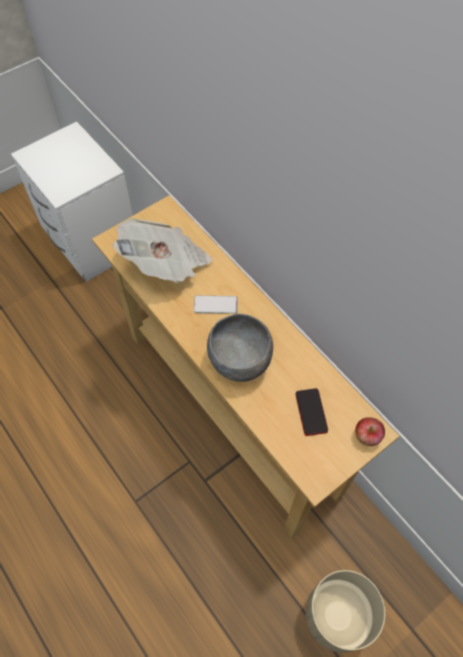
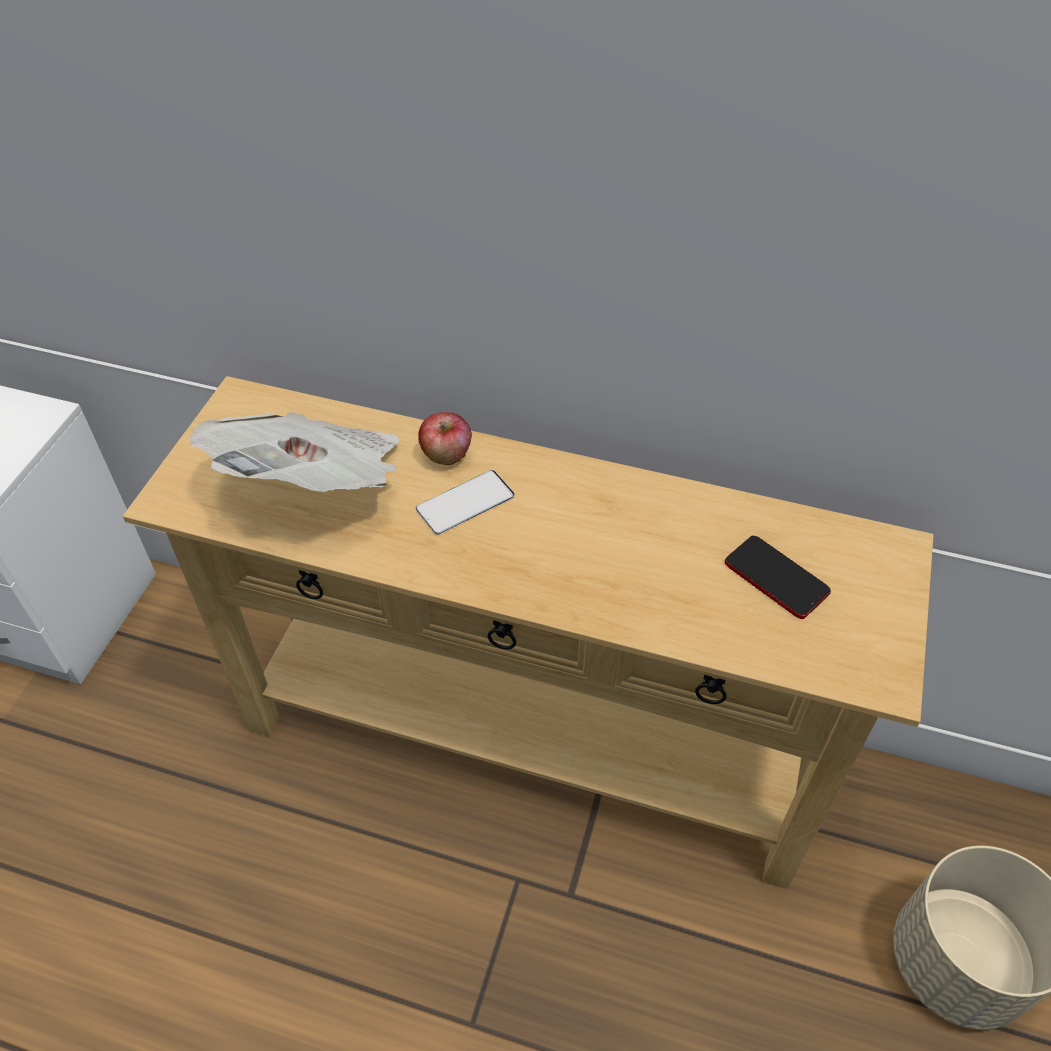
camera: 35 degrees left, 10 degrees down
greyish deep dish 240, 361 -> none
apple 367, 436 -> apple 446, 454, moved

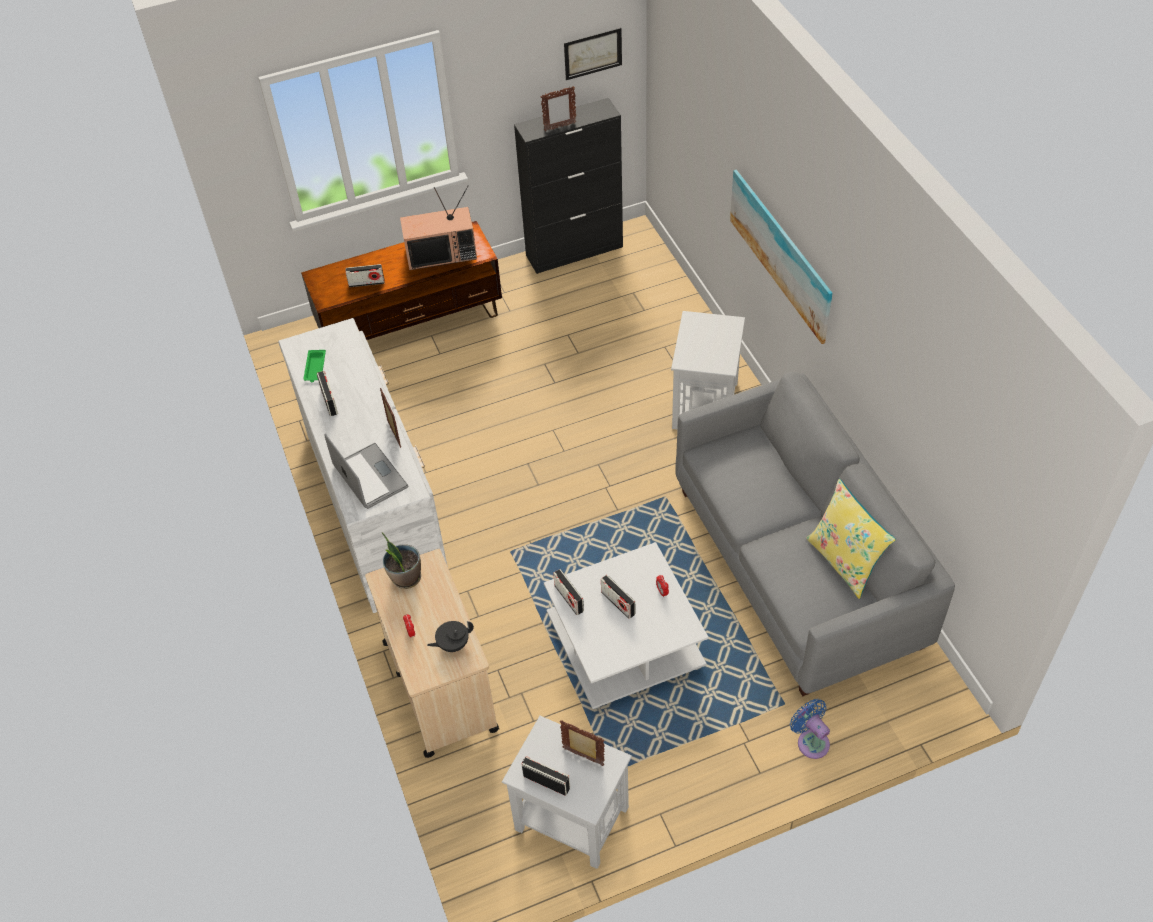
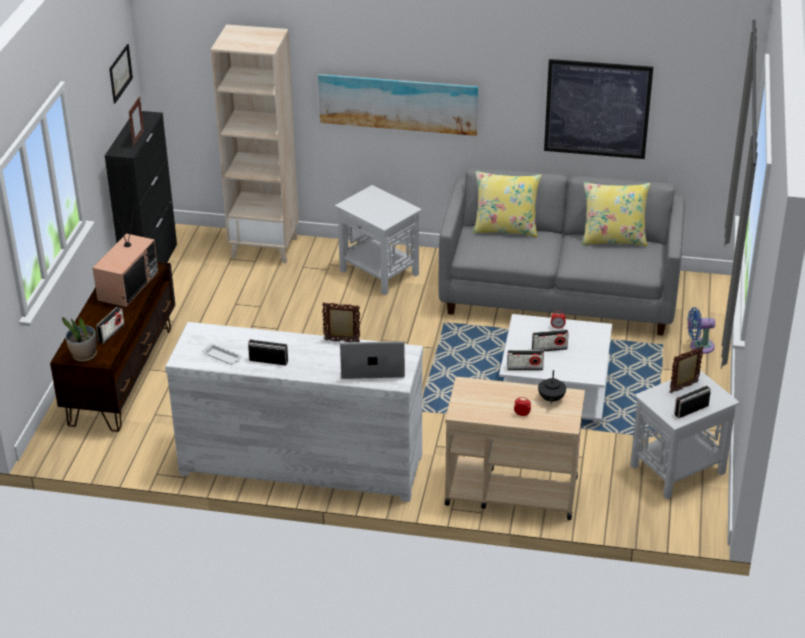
camera: 60 degrees left, 15 degrees down
none -> beige-coloured bookshelf 265, 247
none -> yellow cushion 505, 229
none -> wall picture 597, 109
potted plant 405, 577 -> potted plant 84, 355, moved
green-coloured serving tray 315, 368 -> whitish serving tray 222, 357

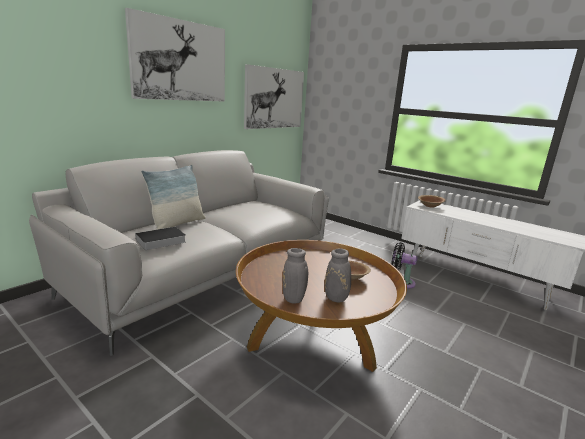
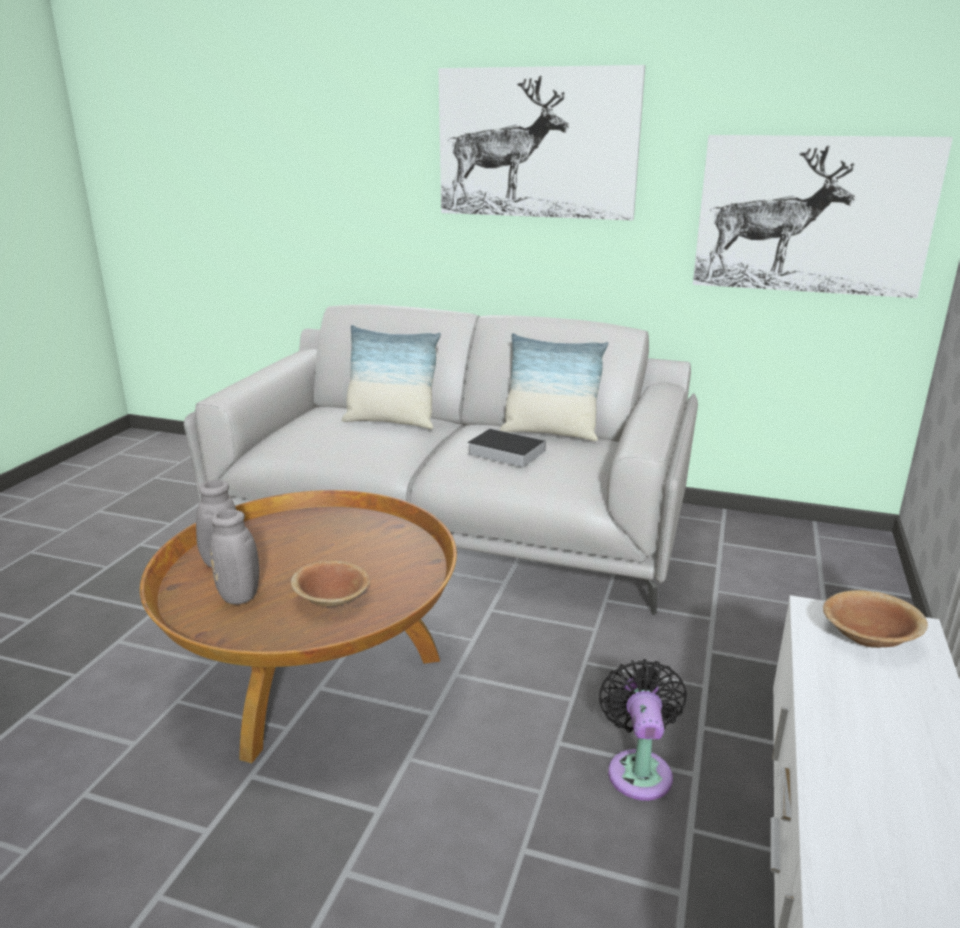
camera: 70 degrees right, 5 degrees up
none -> cushion 550, 433
book 159, 241 -> book 503, 452, moved

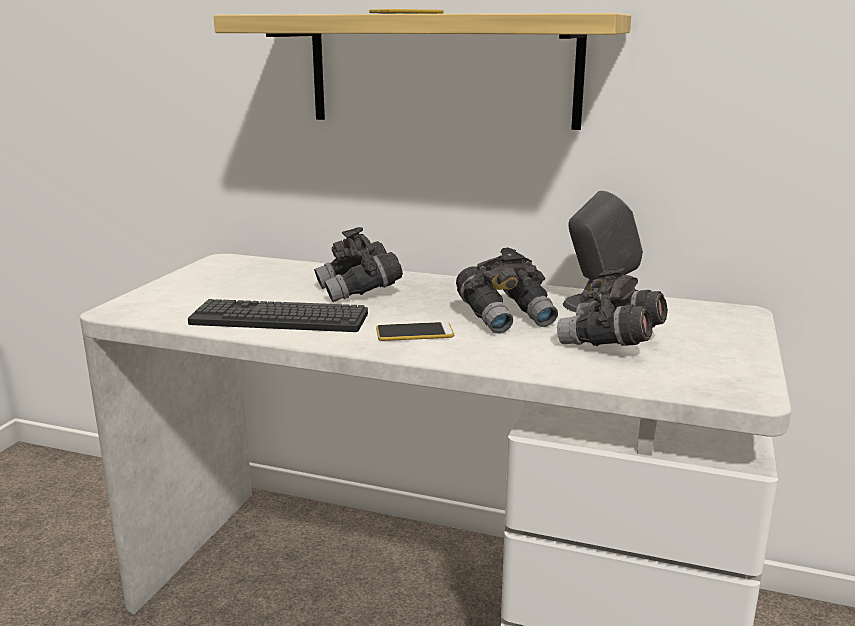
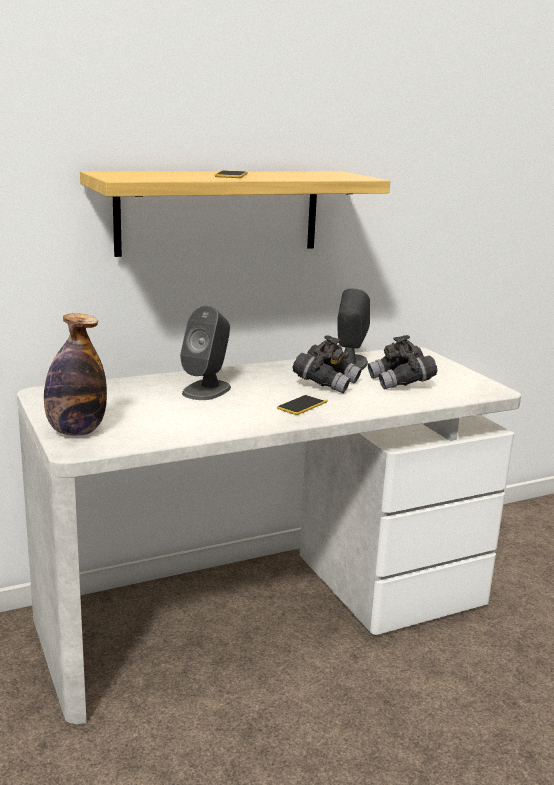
camera: 45 degrees left, 0 degrees up
PC keyboard 279, 318 -> none
none -> beverage bottle 76, 431
greyish field glasses 359, 291 -> greyish audio speaker 207, 390

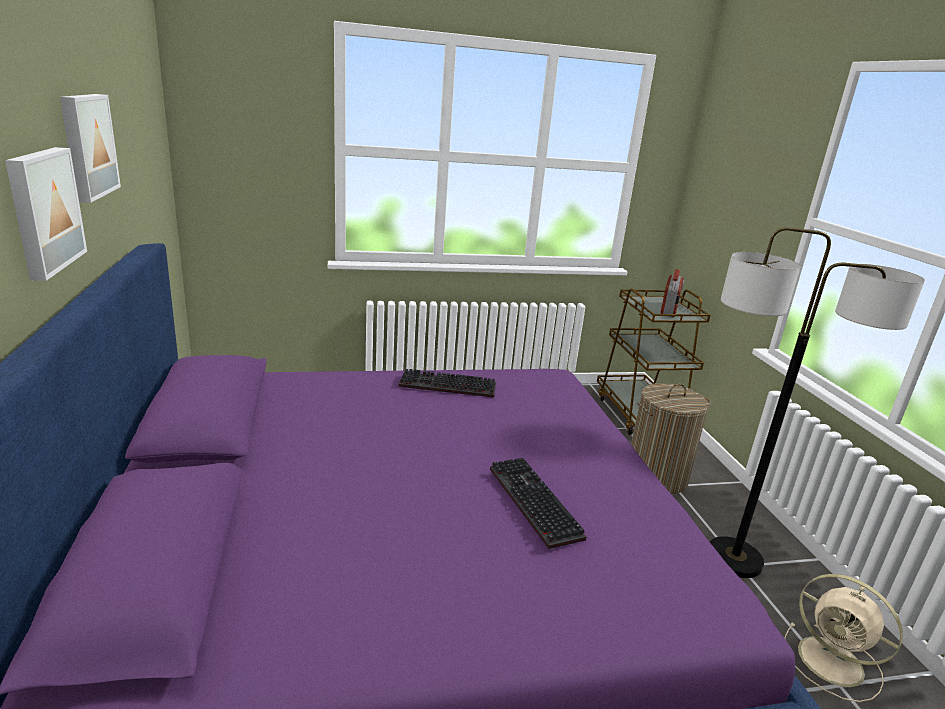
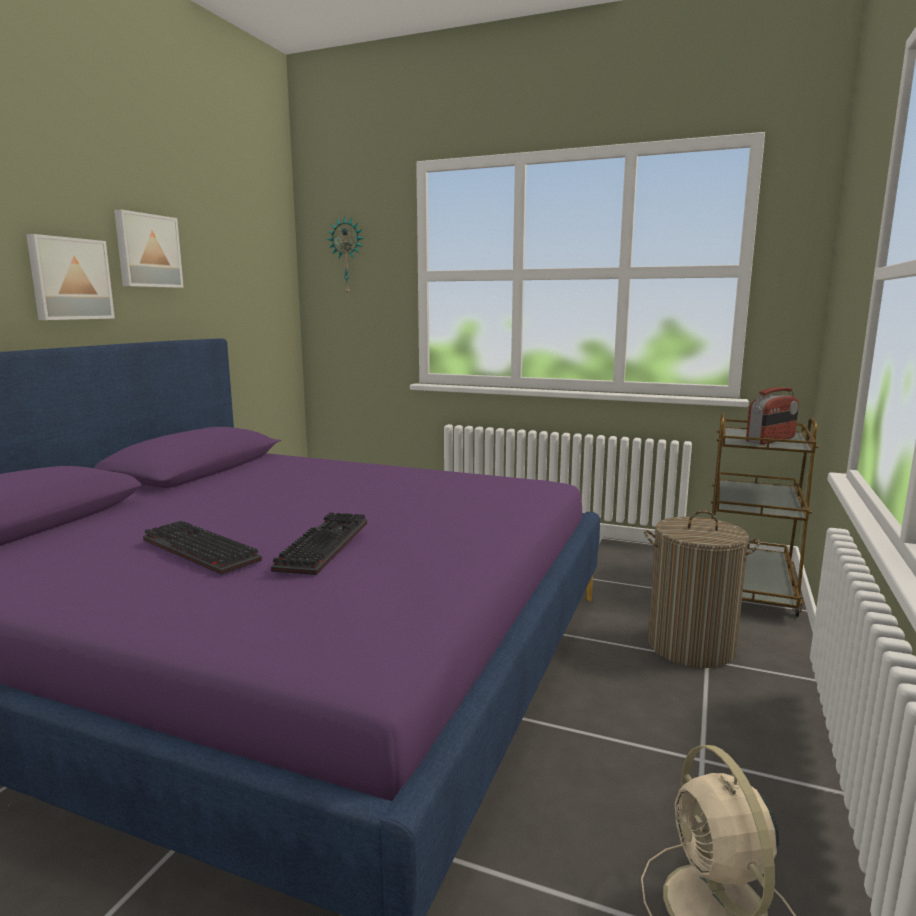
camera: 35 degrees right, 10 degrees down
standard lamp 734, 559 -> none
none -> wall clock 347, 256
PC keyboard 445, 386 -> PC keyboard 196, 550, moved

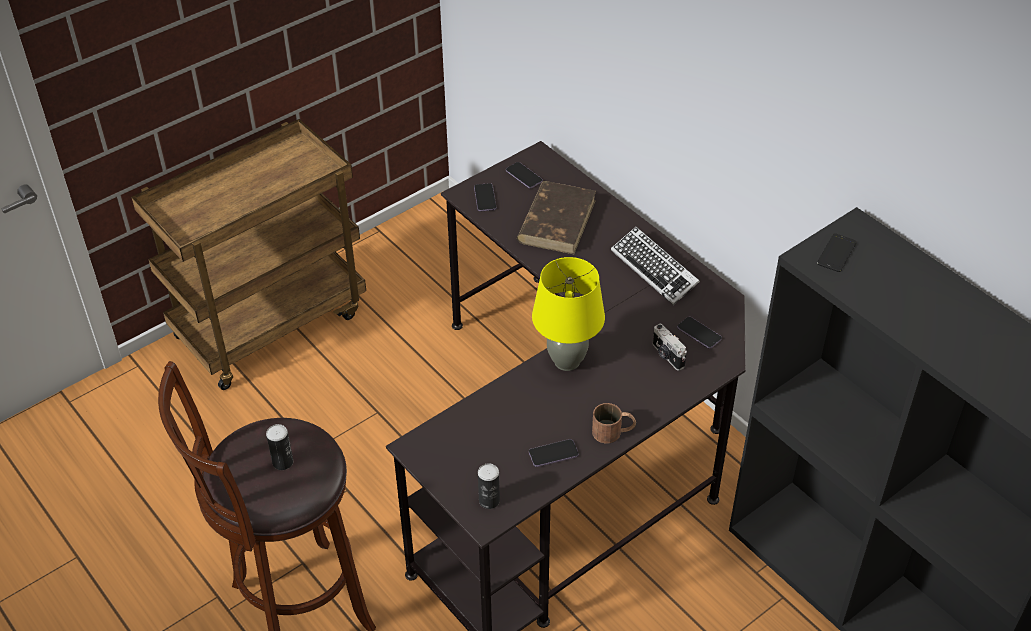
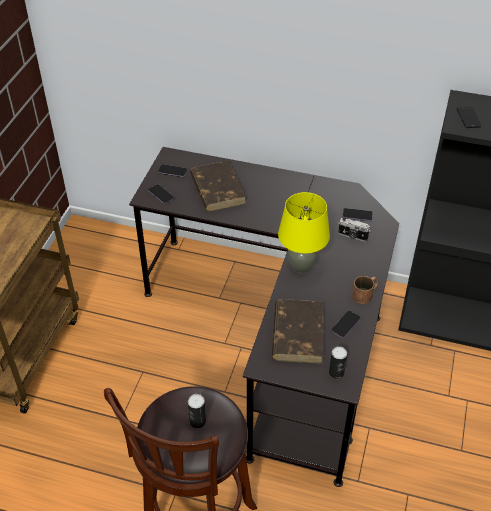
camera: 35 degrees left, 0 degrees up
PC keyboard 654, 270 -> none
none -> brown book 298, 333

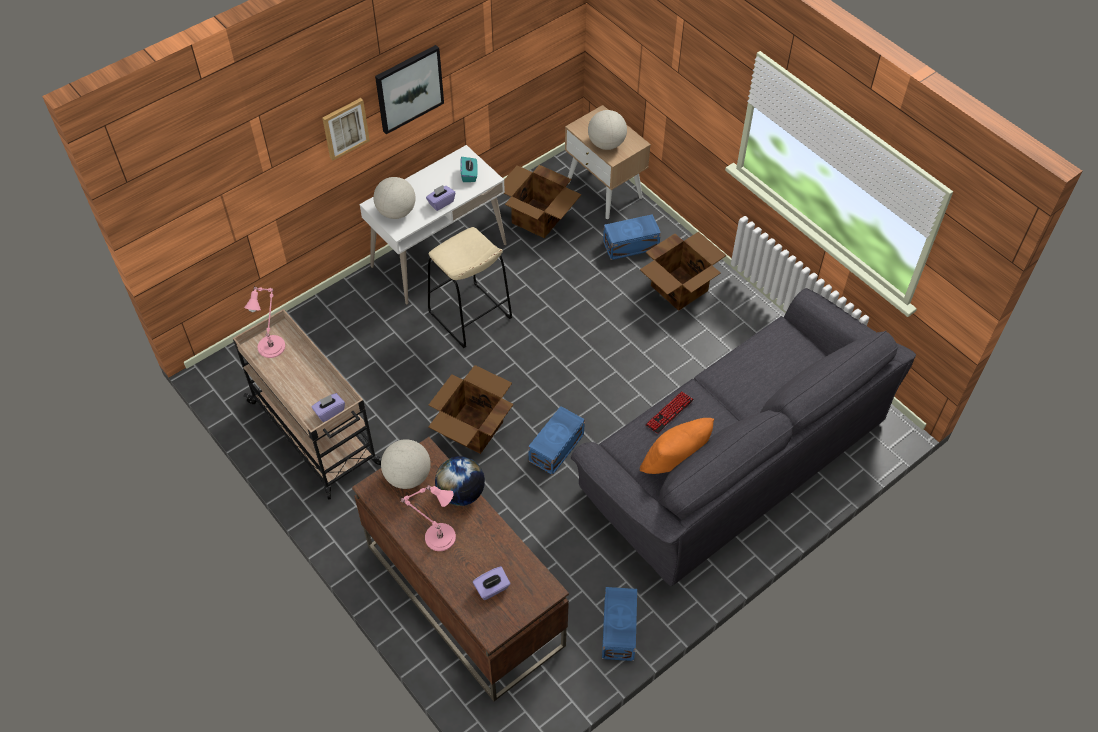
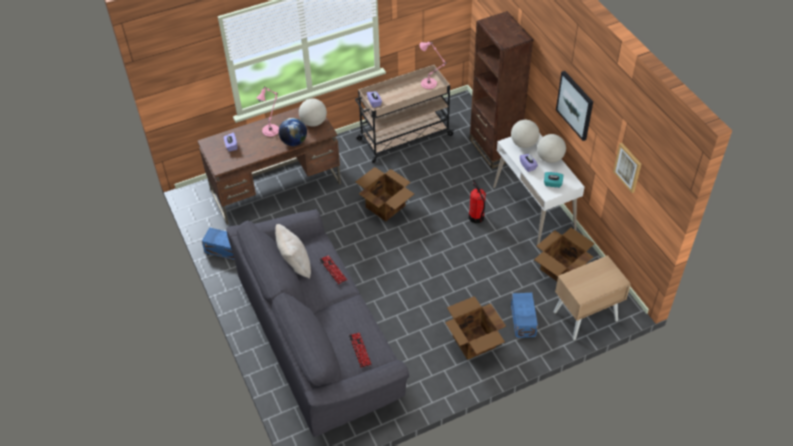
camera: 105 degrees right, 5 degrees down
bluish storage container 557, 447 -> none
none -> PC keyboard 360, 350
none -> brown bookshelf 494, 149
wall picture 345, 128 -> wall picture 628, 167, moved
globe 606, 144 -> globe 550, 158, moved
beige-coloured stool 470, 315 -> fire extinguisher 476, 217
orange-coloured cushion 674, 463 -> beige-coloured cushion 295, 264

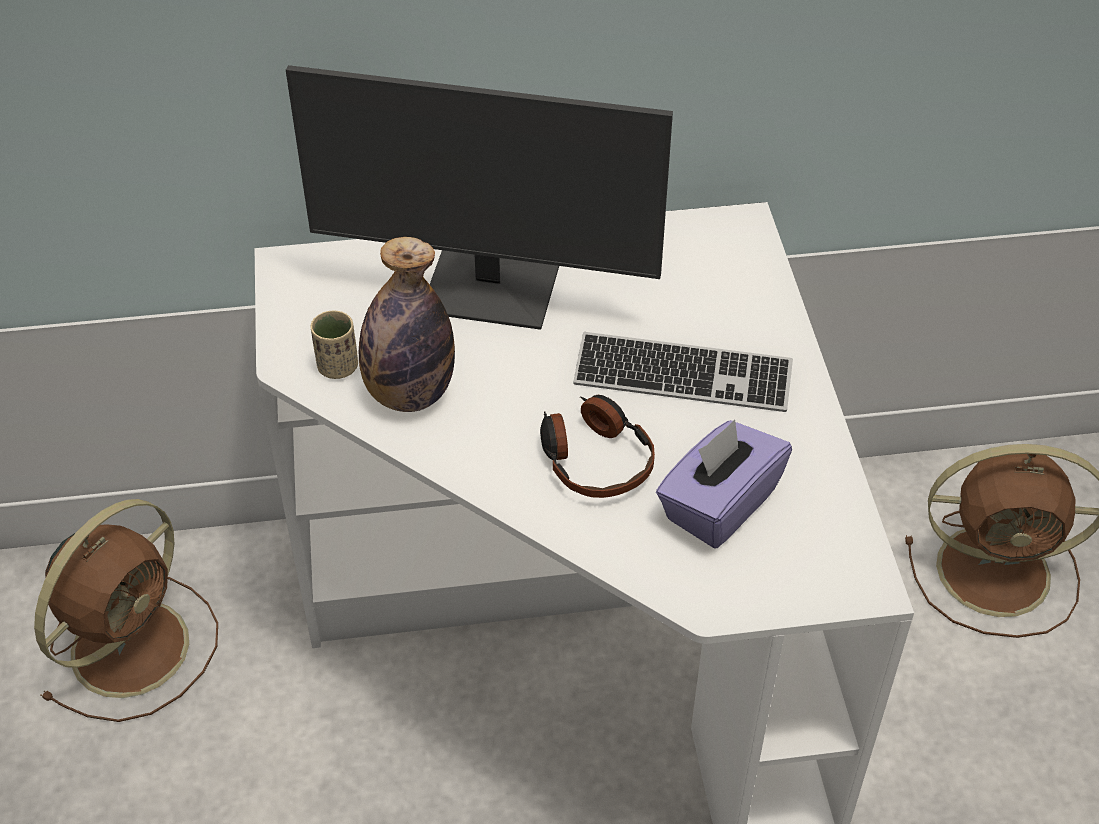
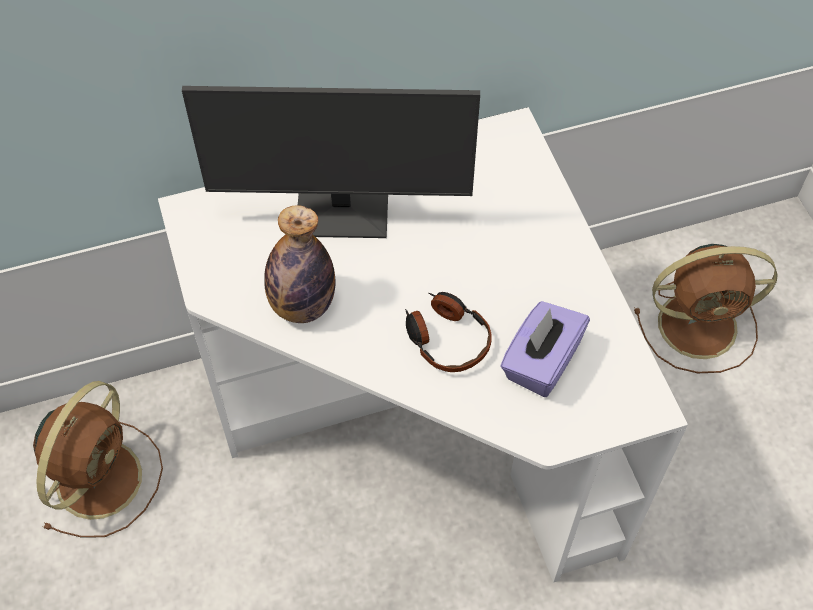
camera: 10 degrees left, 10 degrees up
beige-coloured small cup 338, 367 -> none
PC keyboard 682, 376 -> none

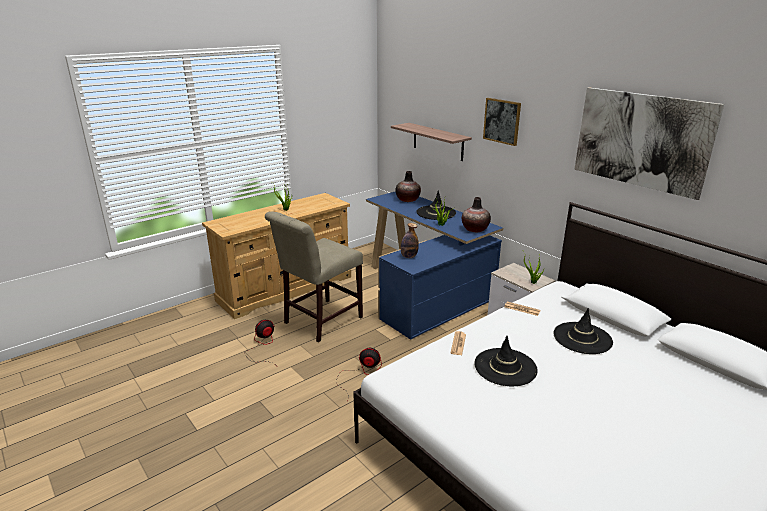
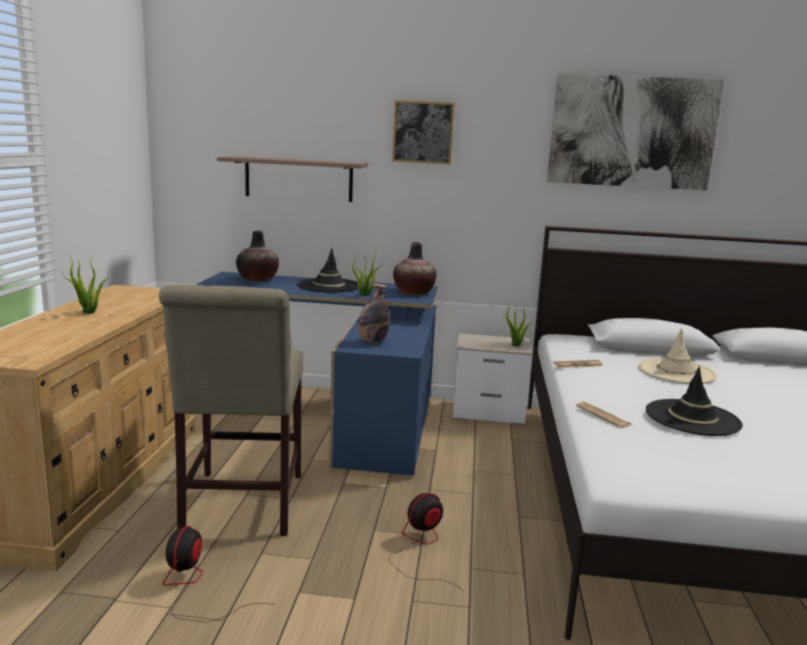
camera: 45 degrees left, 10 degrees down
black hat 582, 338 -> beige-coloured hat 676, 372

